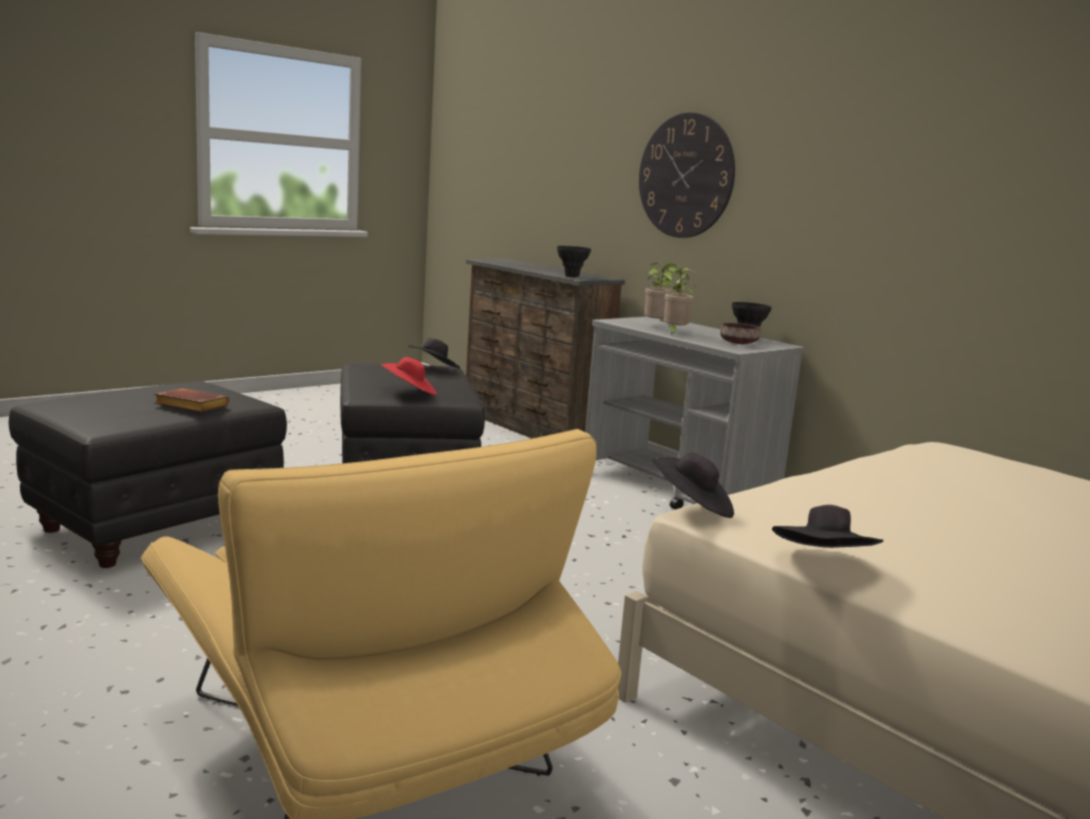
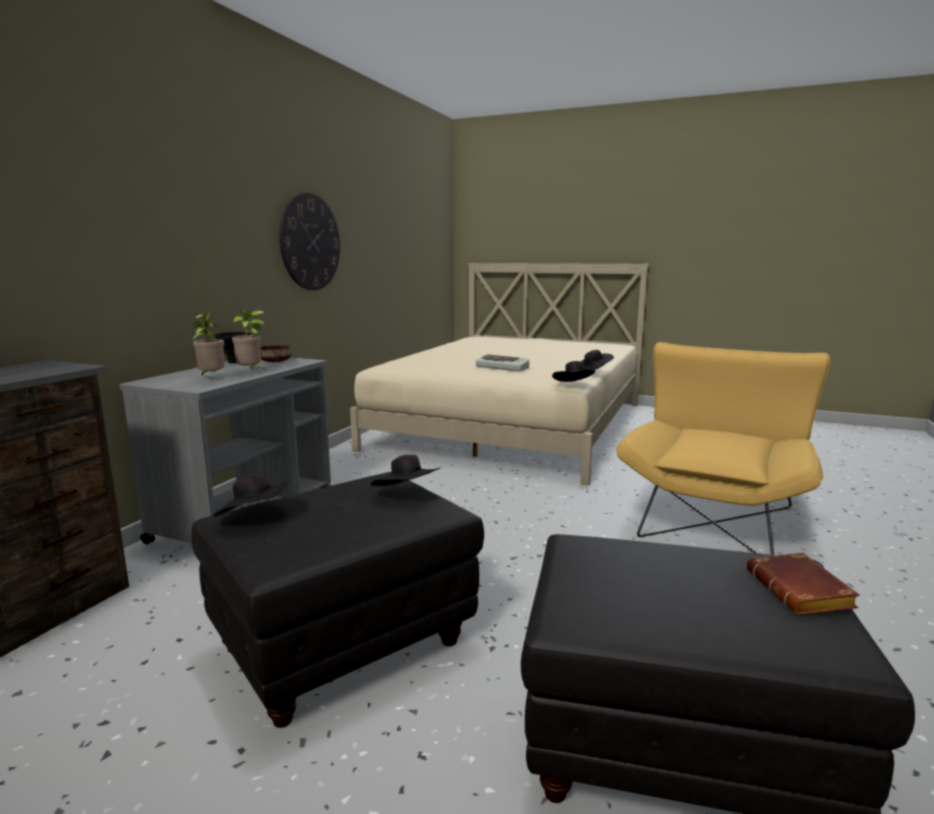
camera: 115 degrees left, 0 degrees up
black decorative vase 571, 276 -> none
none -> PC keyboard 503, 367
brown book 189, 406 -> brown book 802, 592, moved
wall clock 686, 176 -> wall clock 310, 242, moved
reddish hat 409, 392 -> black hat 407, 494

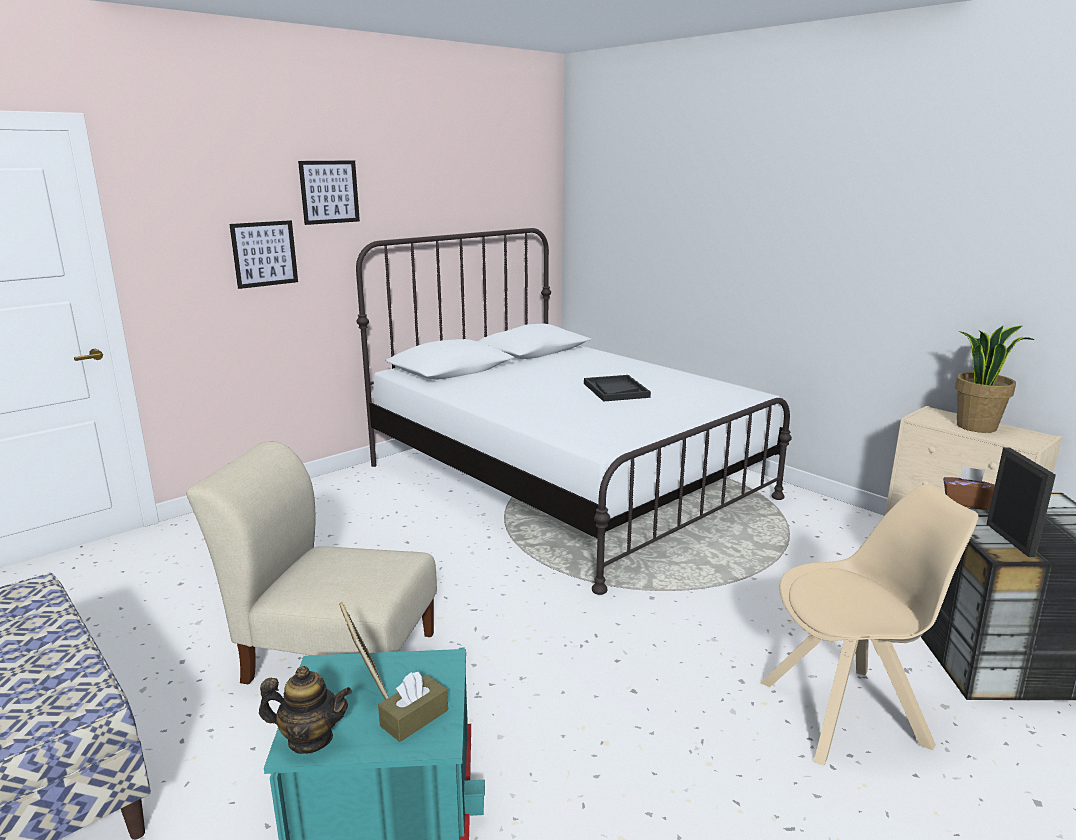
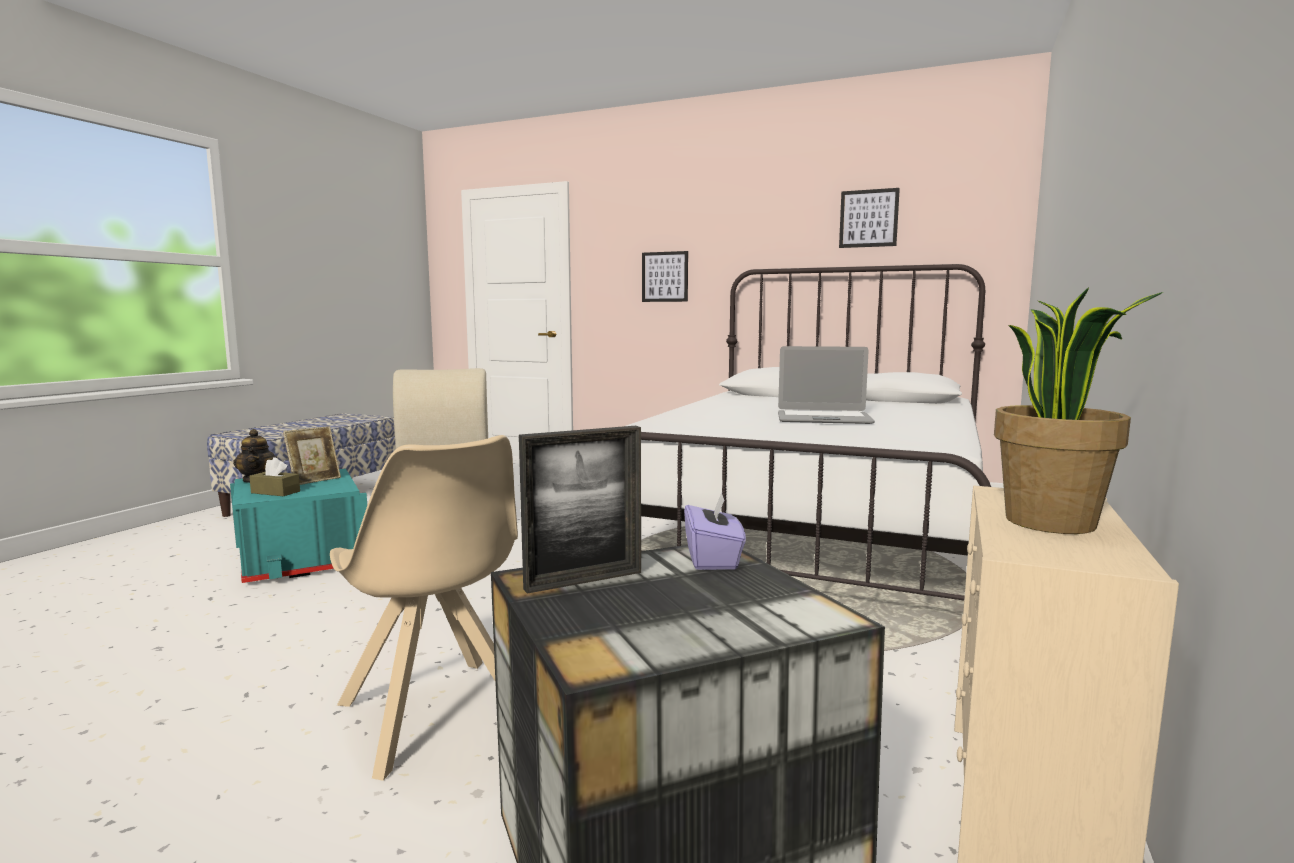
camera: 65 degrees right, 10 degrees down
wall picture 329, 192 -> wall picture 868, 218, moved
black serving tray 615, 390 -> laptop 823, 419
brown box of tissues 966, 503 -> purple-coloured box of tissues 713, 559

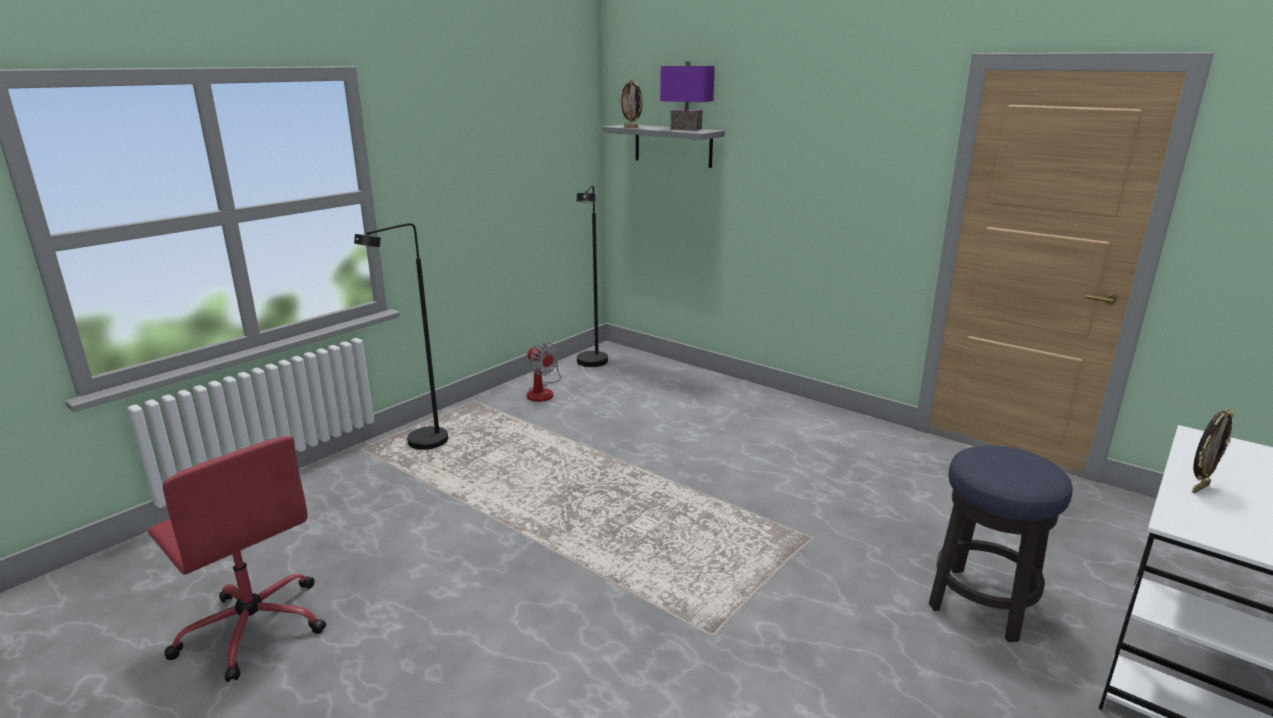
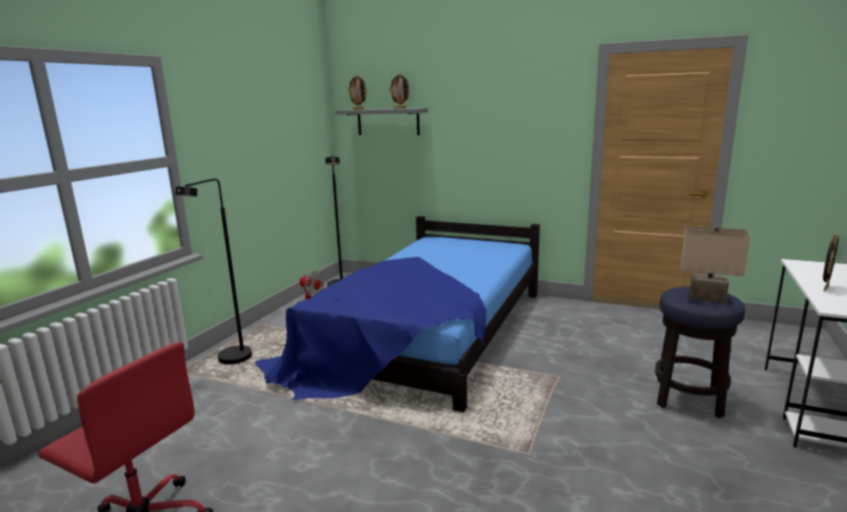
camera: 15 degrees left, 5 degrees down
none -> sleeping bed 424, 334
none -> beige-coloured lamp for a table 706, 298
purple-coloured lamp for a table 687, 129 -> standing frame 400, 108

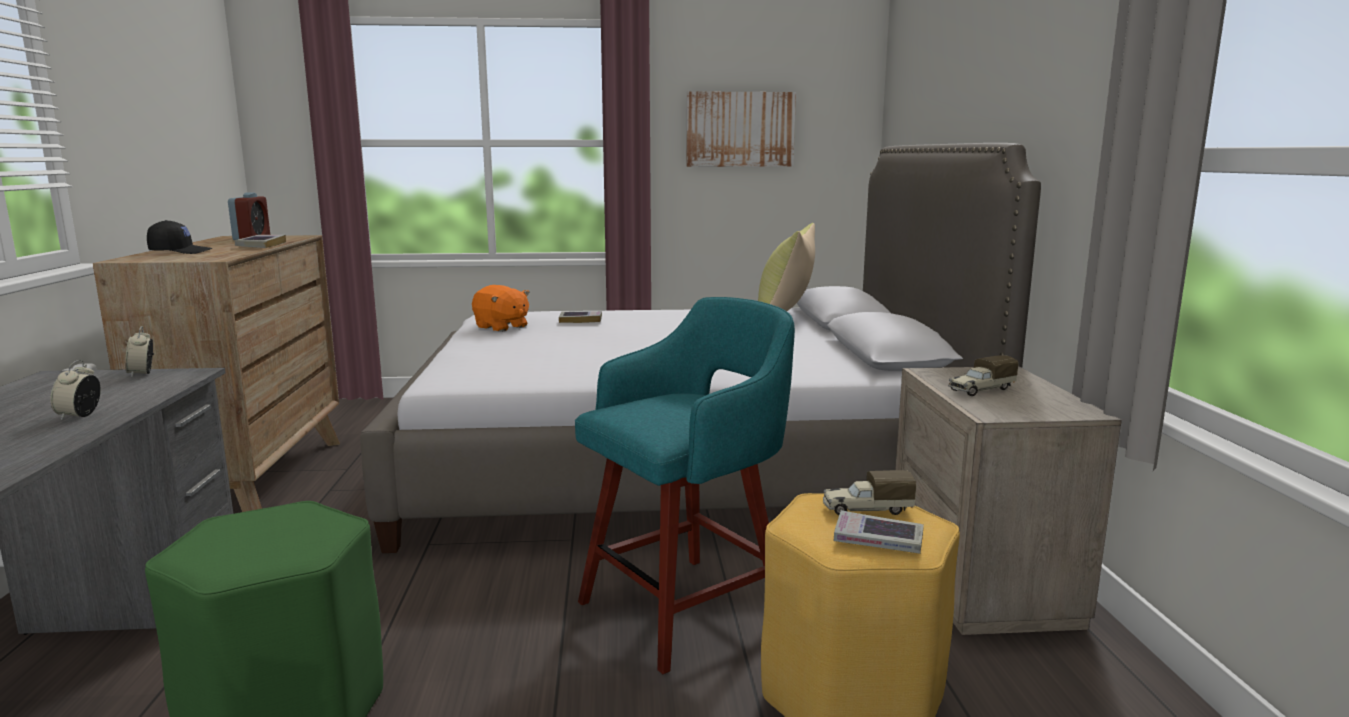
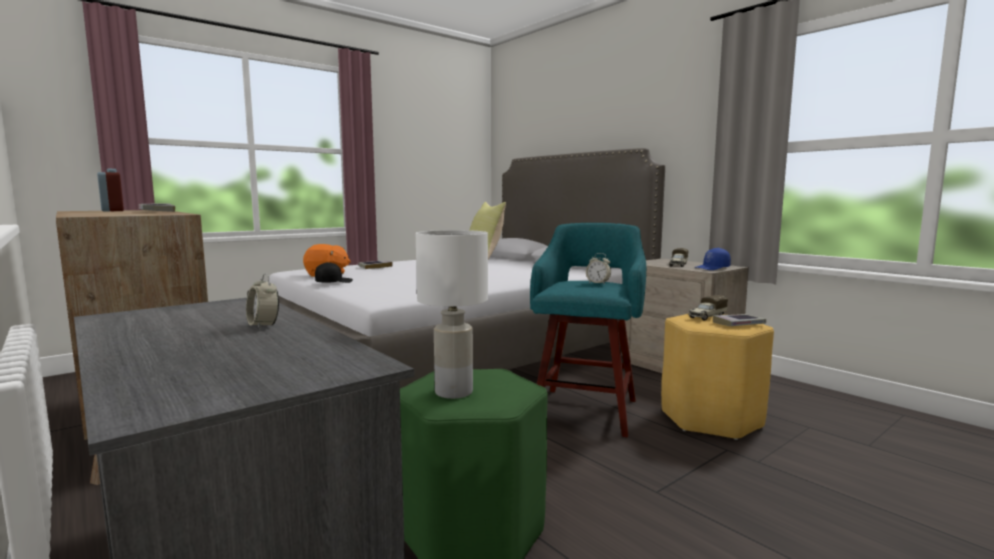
camera: 35 degrees left, 5 degrees down
wall picture 740, 129 -> none
none -> whitish lamp for a table 454, 392
none -> bluish peaked cap 712, 268
table clock 142, 374 -> table clock 598, 283, moved
black peaked cap 181, 252 -> black peaked cap 333, 282, moved

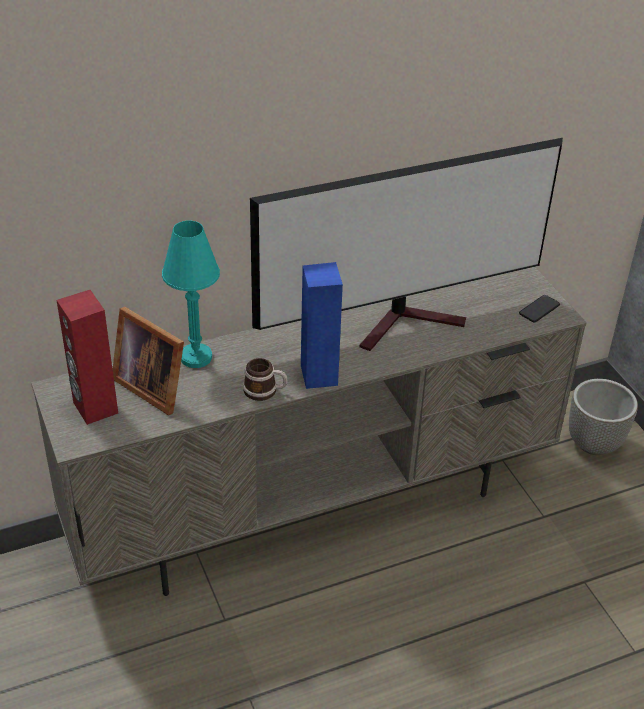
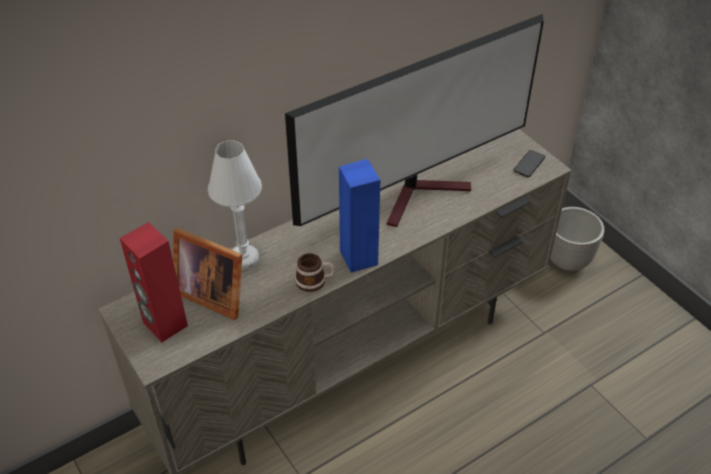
camera: 10 degrees left, 5 degrees up
turquoise lamp for a table 196, 357 -> whitish lamp for a table 244, 258

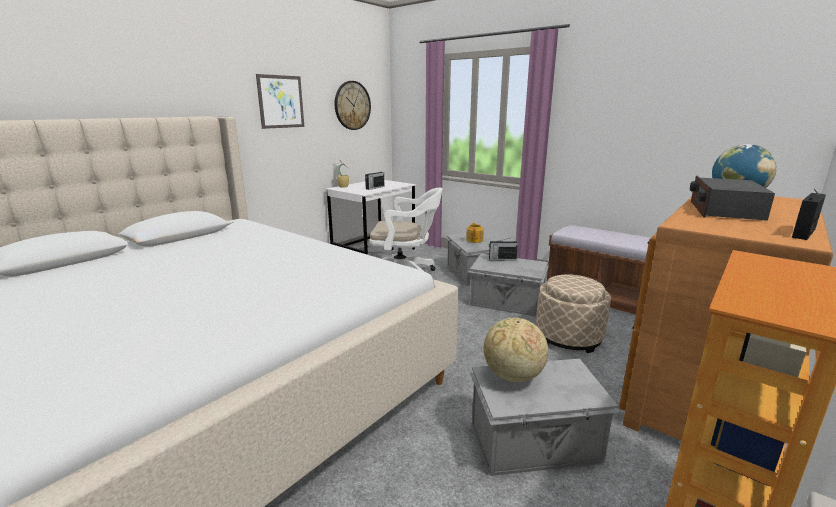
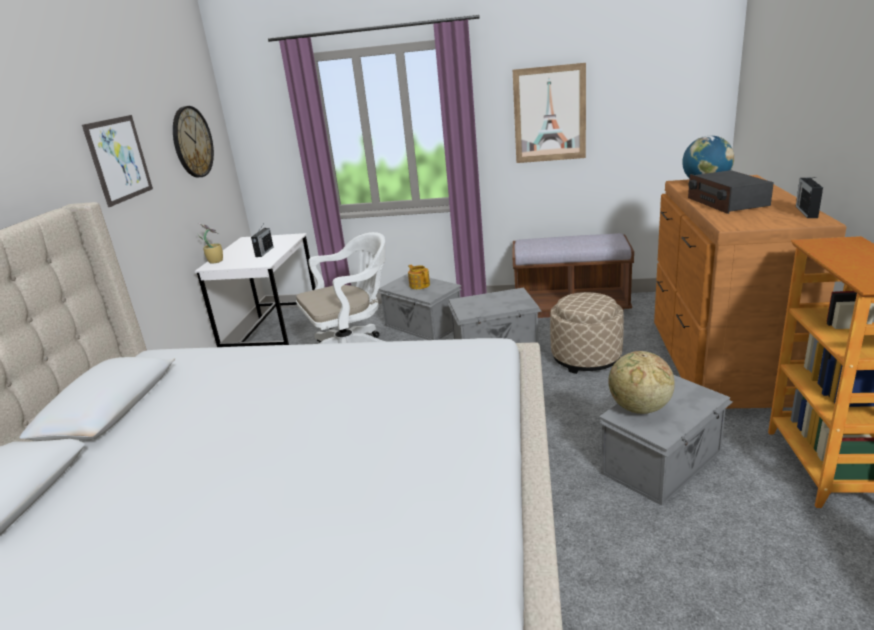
camera: 30 degrees left, 5 degrees up
radio 502, 259 -> none
none -> wall picture 549, 114

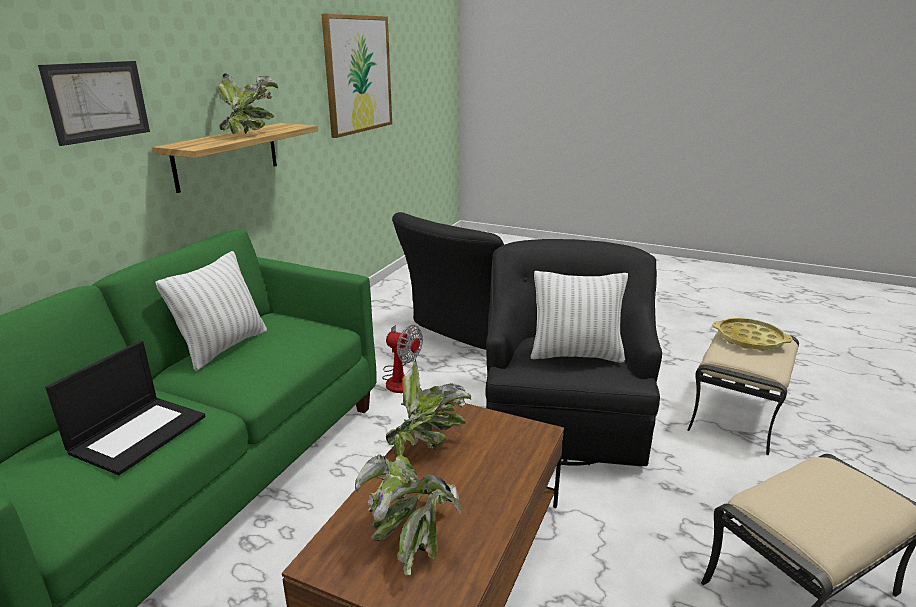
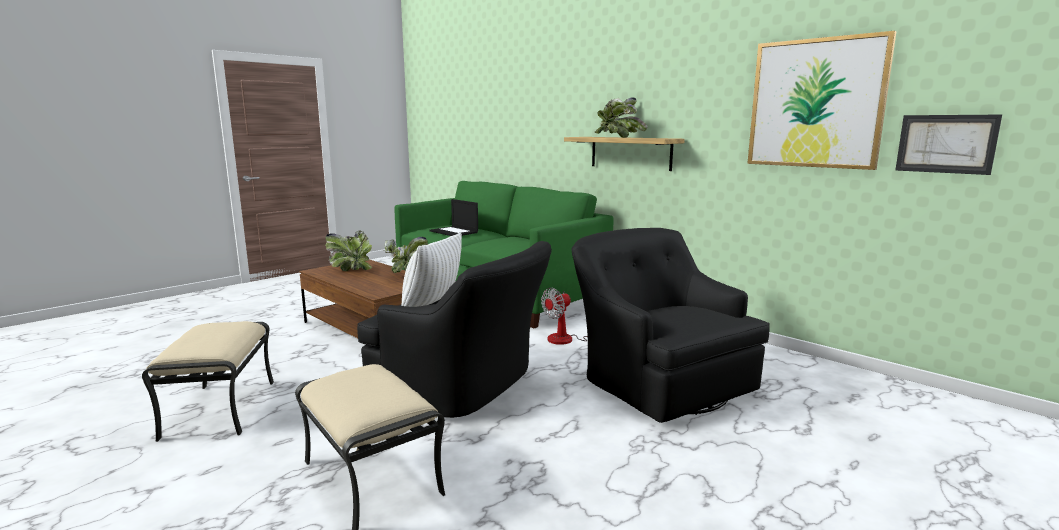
camera: 110 degrees right, 10 degrees down
whitish cushion 223, 347 -> none
yellow serving tray 749, 339 -> none
wall picture 97, 101 -> wall picture 946, 144, moved

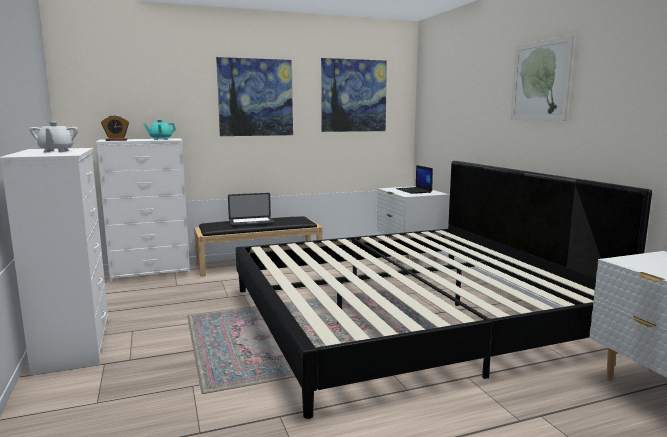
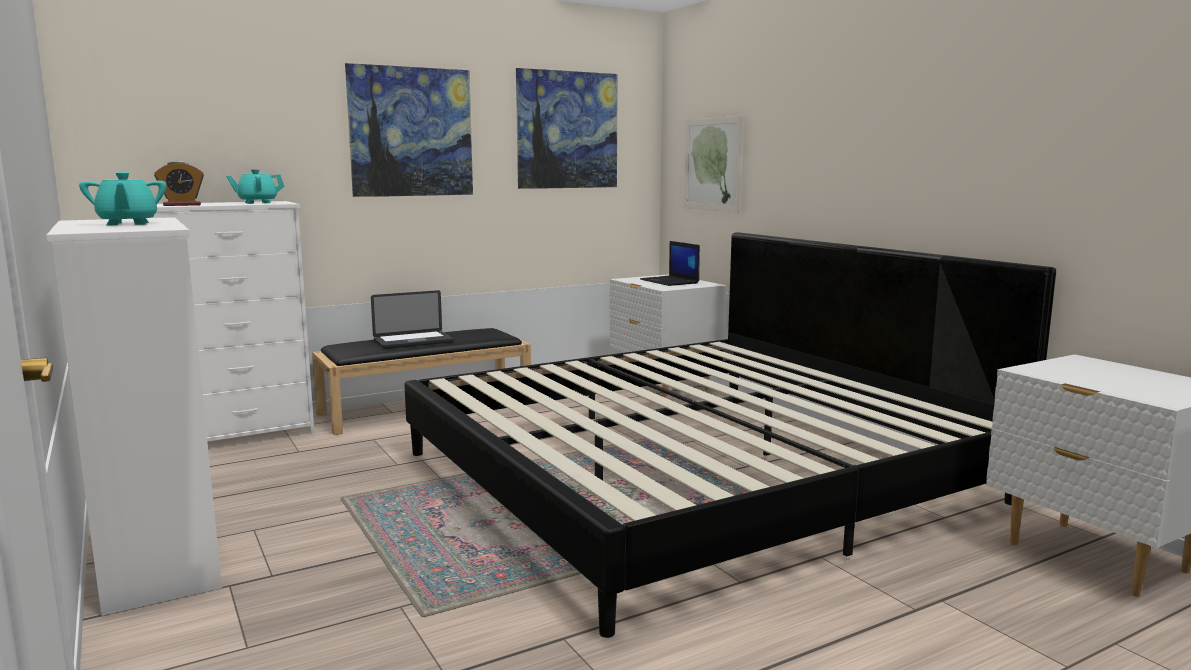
camera: 10 degrees left, 0 degrees up
wall picture 540, 81 -> wall picture 712, 164, moved
whitish tea pot 56, 151 -> turquoise tea pot 127, 223

